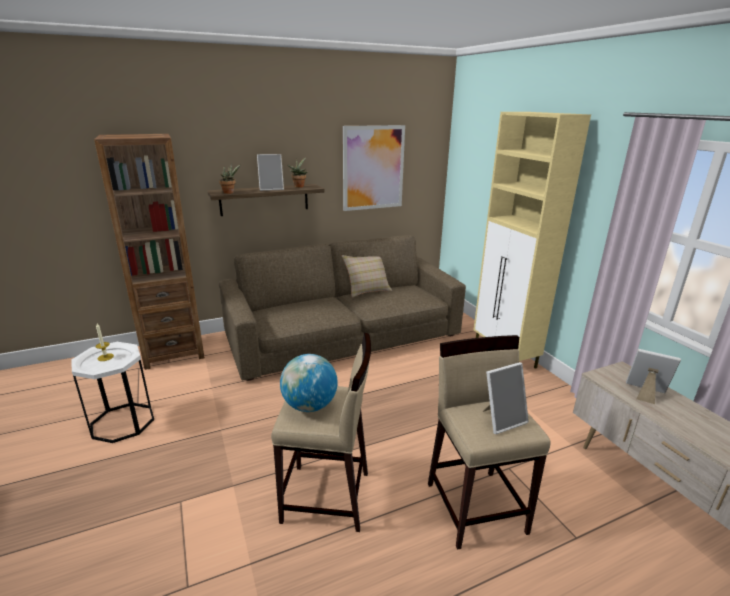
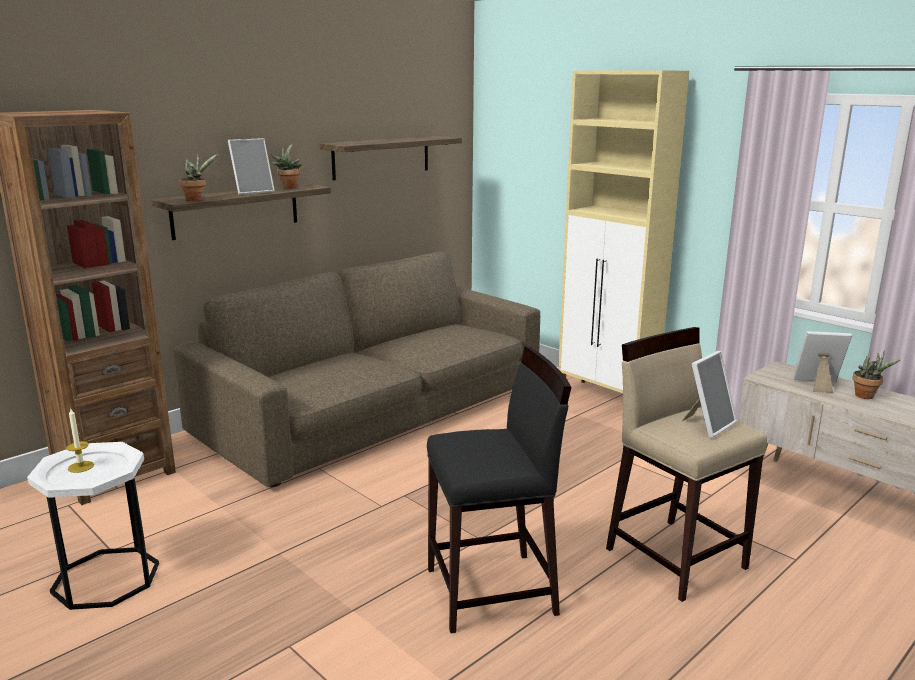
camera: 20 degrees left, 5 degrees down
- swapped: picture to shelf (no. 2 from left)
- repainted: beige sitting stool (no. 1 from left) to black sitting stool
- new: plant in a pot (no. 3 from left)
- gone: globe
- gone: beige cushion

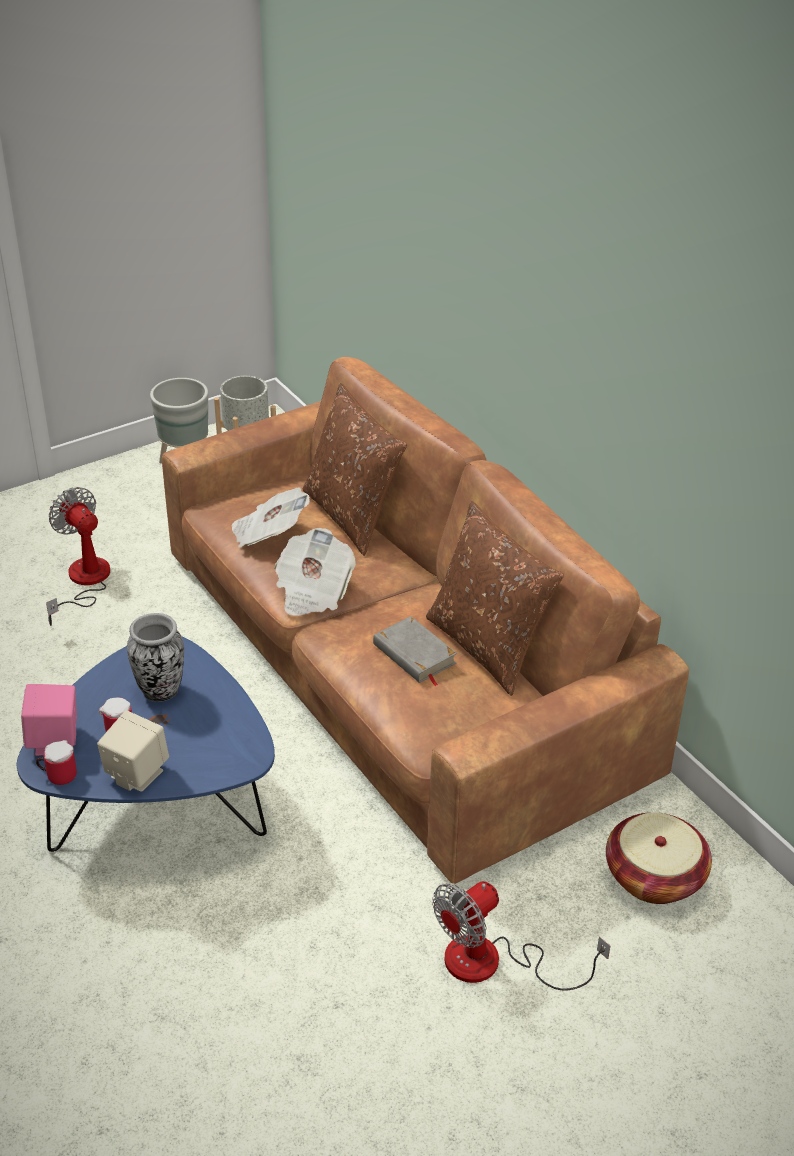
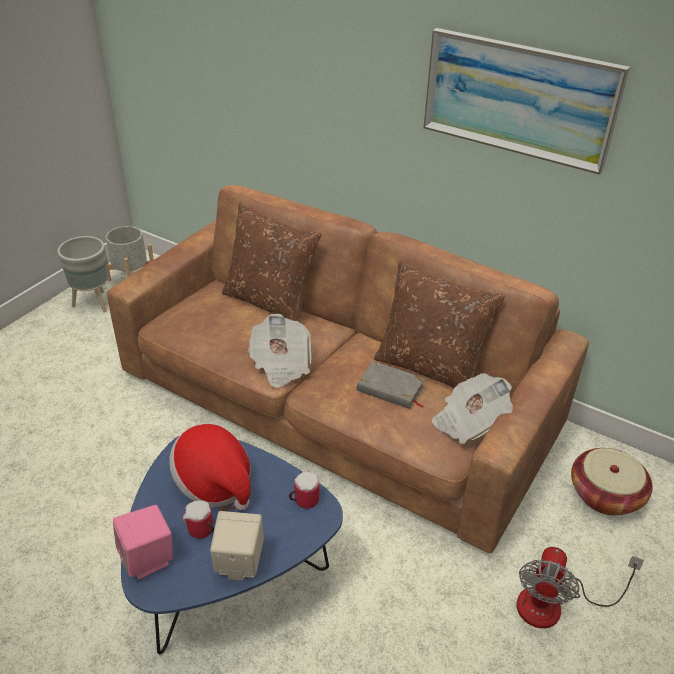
camera: 25 degrees left, 0 degrees up
- swapped: vase to wearable hat
- shifted: coffee mug (no. 1 from left in the first image) to coffee mug (no. 2 from left)
- new: picture
- shifted: daily paper (no. 1 from left in the first image) to daily paper (no. 2 from left)
- gone: electric fan (no. 1 from left)

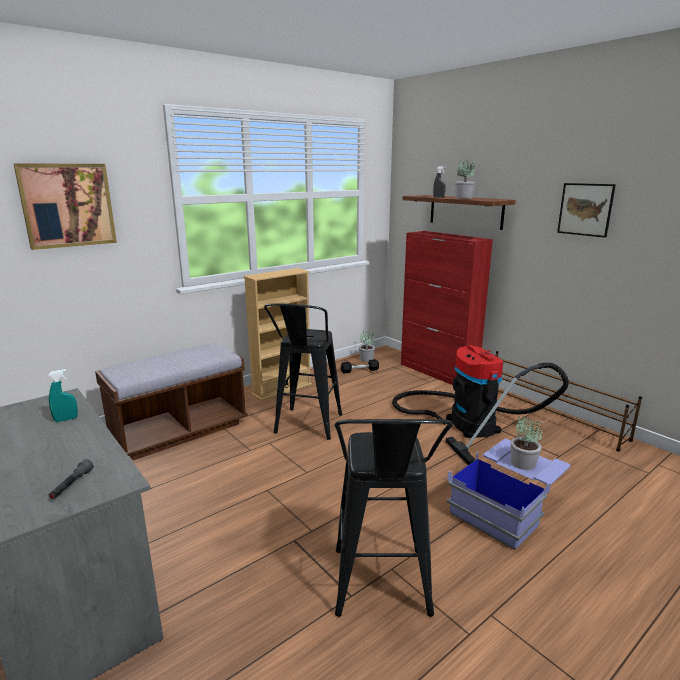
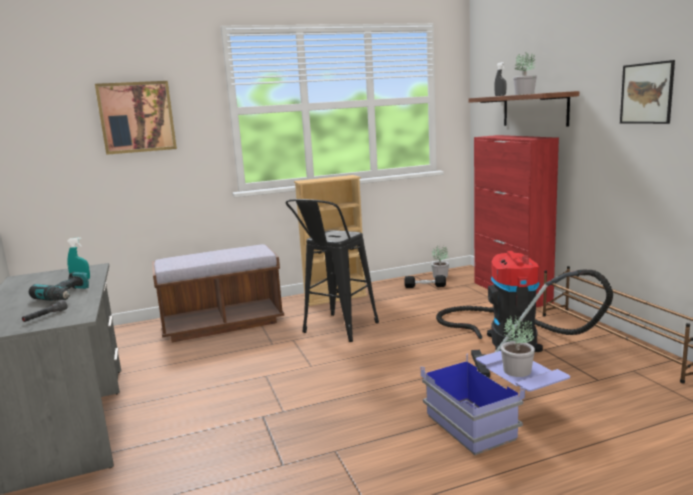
camera: 20 degrees right, 5 degrees down
- new: electric drill
- gone: black sitting stool (no. 2 from left)

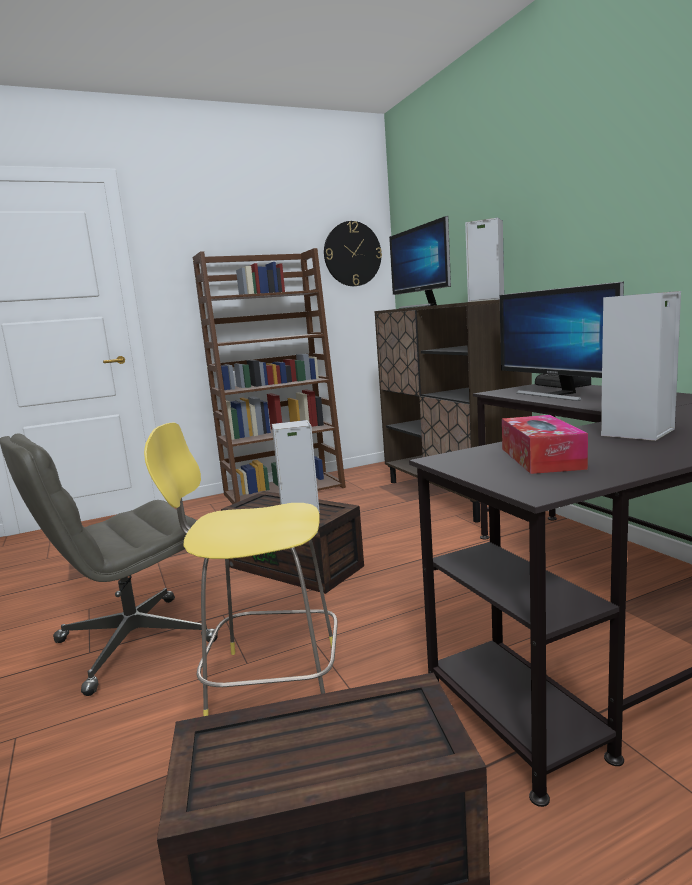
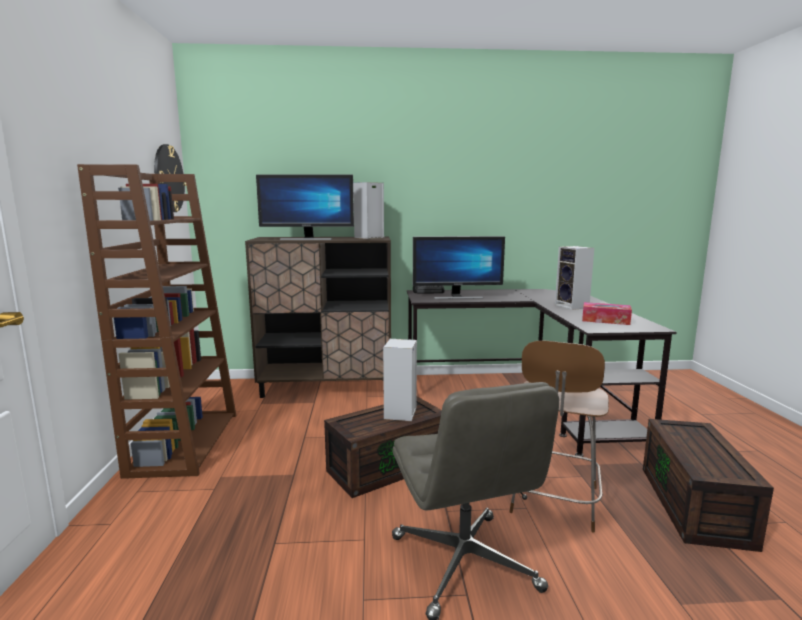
camera: 70 degrees left, 0 degrees up
- repainted: yellowish sitting stool to brownish sitting stool

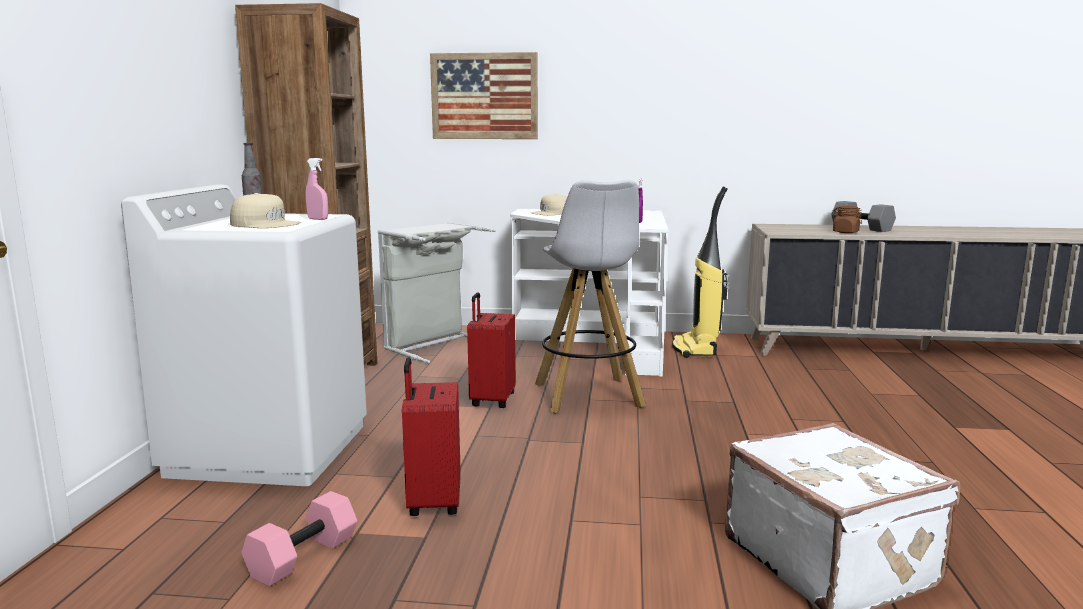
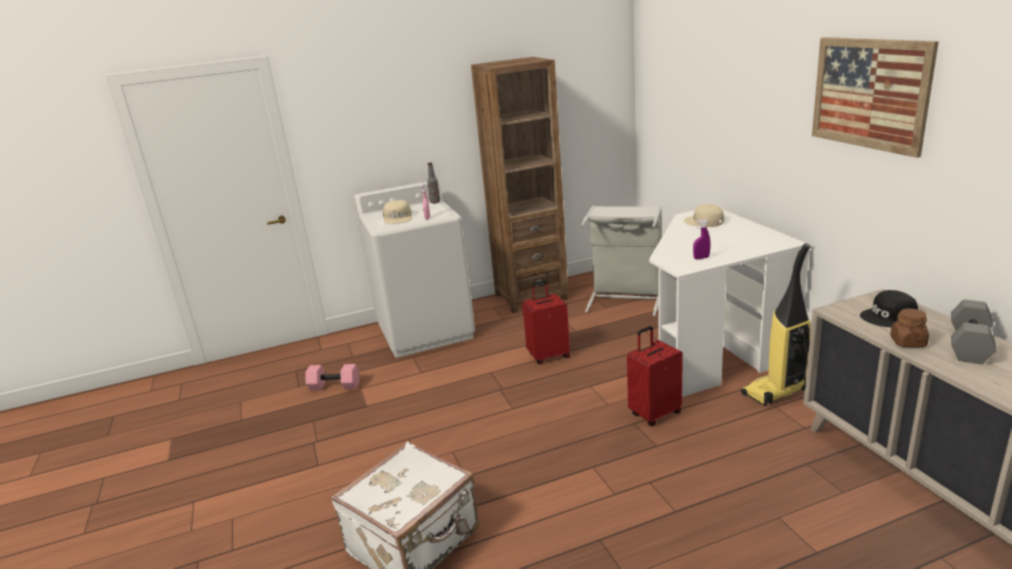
camera: 65 degrees right, 10 degrees up
- shifted: red-coloured travel case (no. 1 from left in the first image) to red-coloured travel case (no. 2 from left)
- shifted: picture
- new: black peaked cap
- gone: white sitting stool

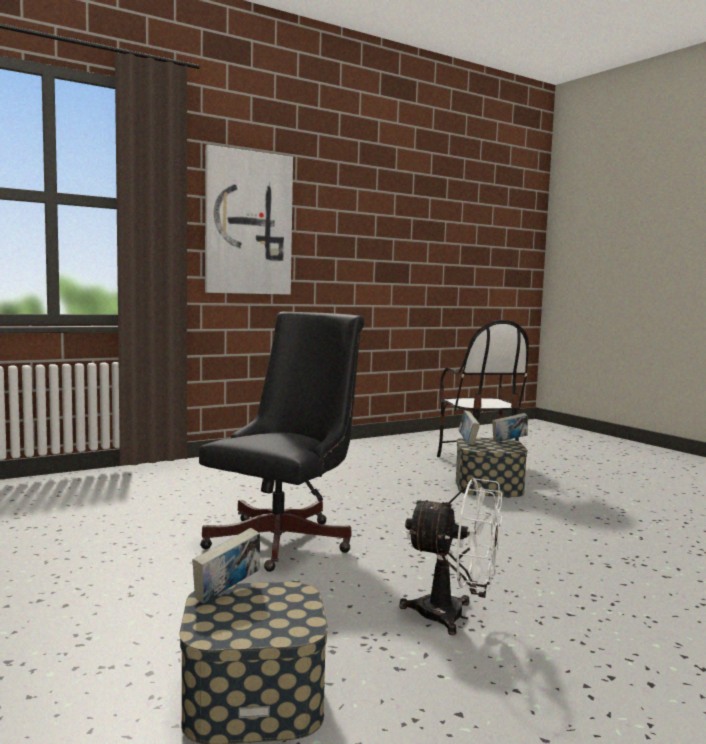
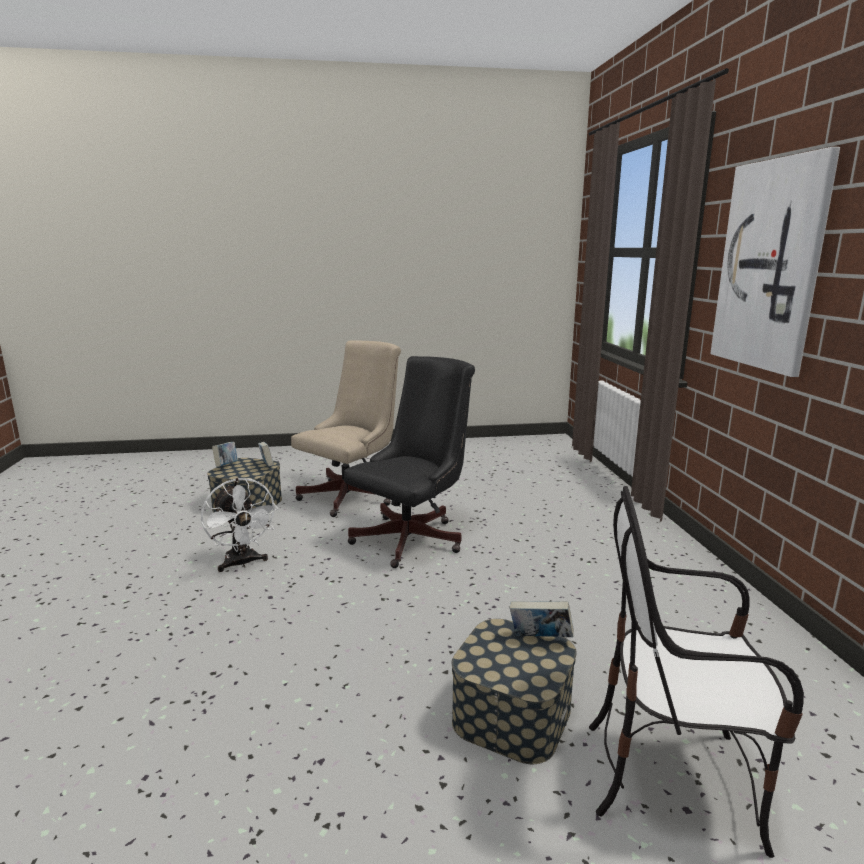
camera: 115 degrees right, 10 degrees up
- rotated: white electric fan 75 degrees counterclockwise
- shifted: bound book (no. 3 from left in the first image) to bound book (no. 1 from left)
- new: beige office chair
- rotated: black office chair 105 degrees counterclockwise

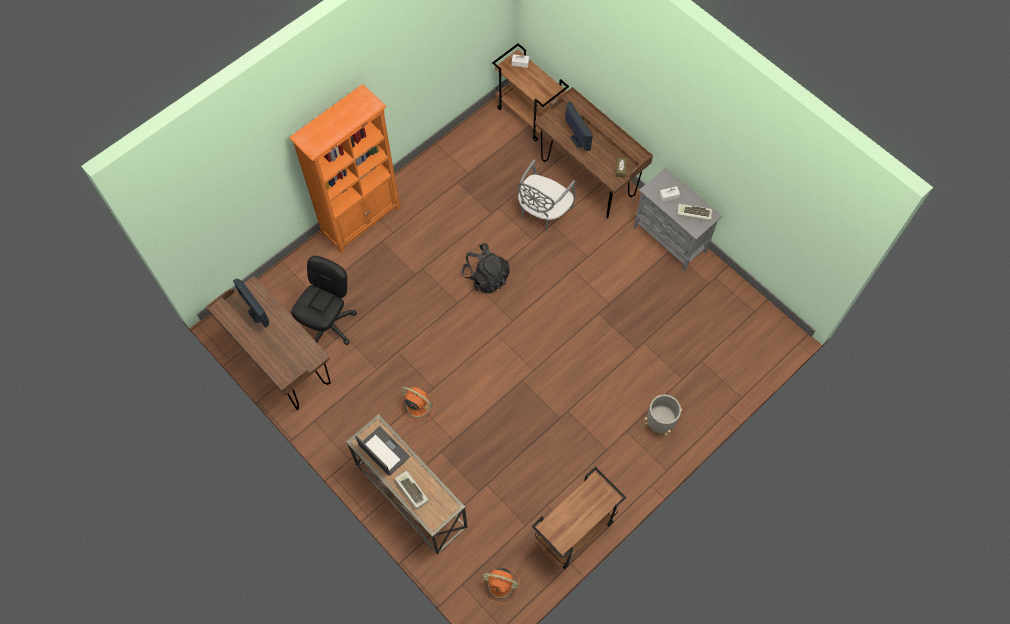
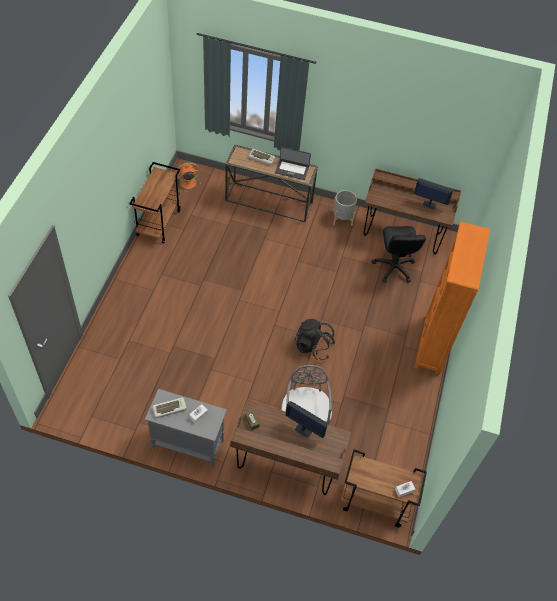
camera: 145 degrees right, 10 degrees down
- shifted: gray plant pot
- gone: orangey electric fan (no. 1 from left)

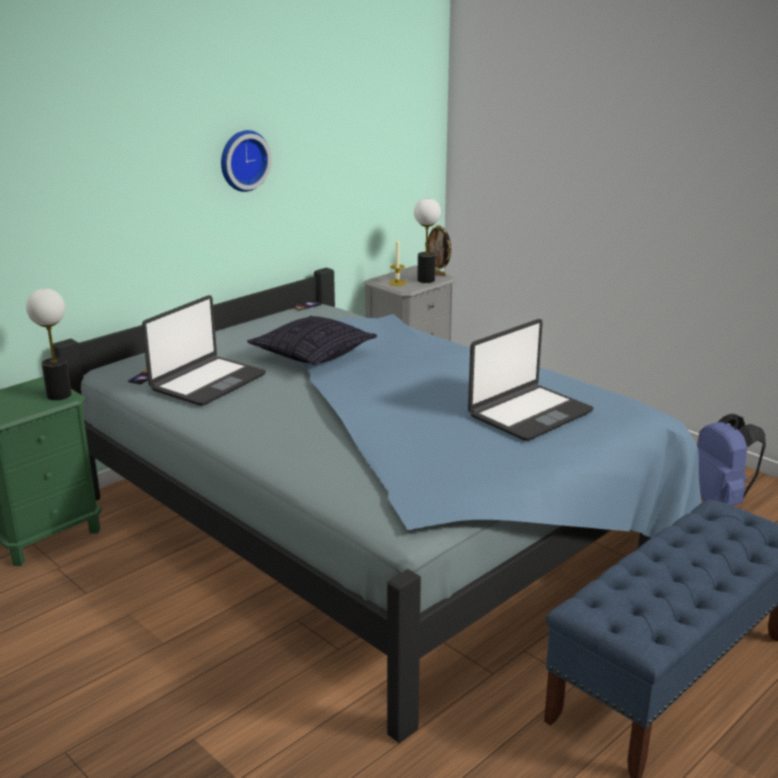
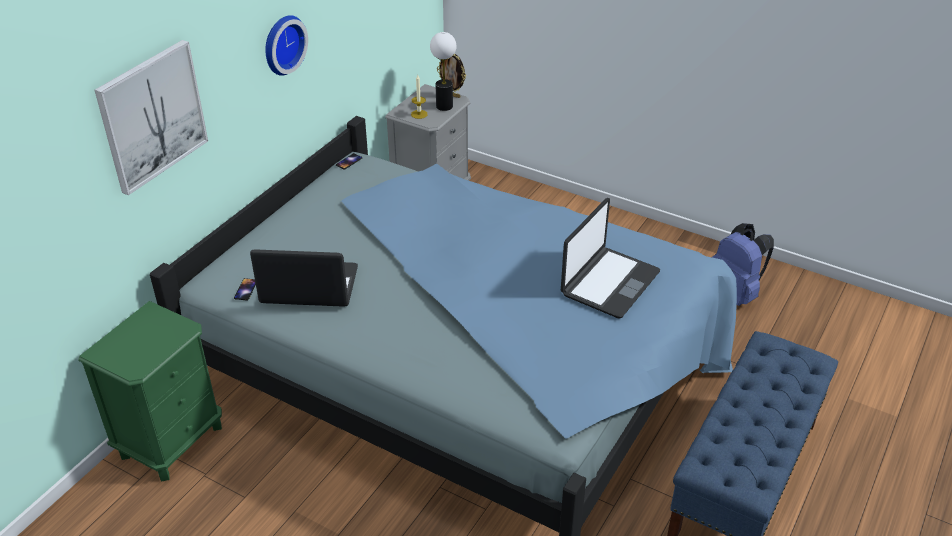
camera: 15 degrees left, 15 degrees up
- new: picture
- rotated: laptop (no. 1 from left) 105 degrees counterclockwise
- gone: table lamp (no. 1 from left)
- gone: cushion

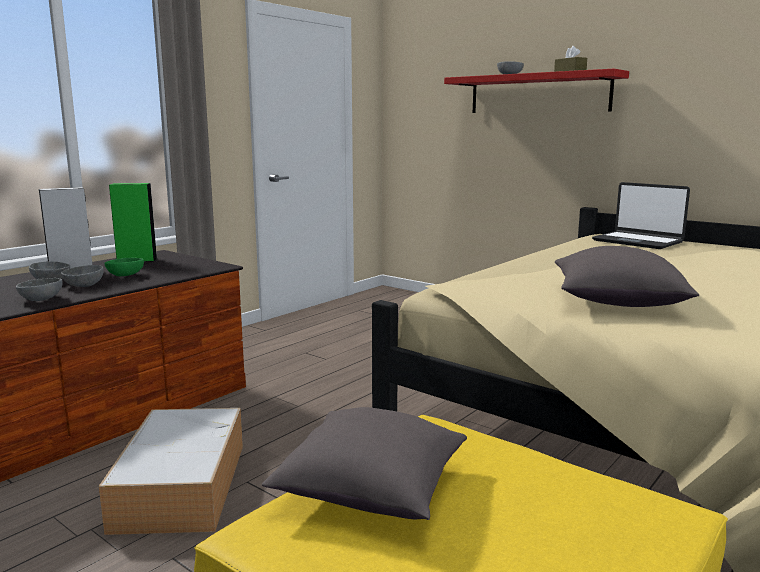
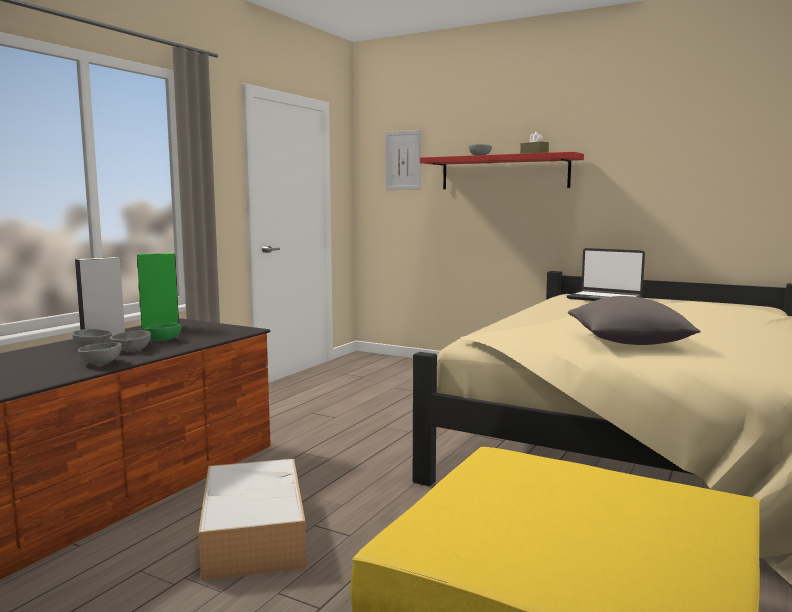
camera: 10 degrees left, 5 degrees down
- new: picture
- gone: gray cushion (no. 1 from left)

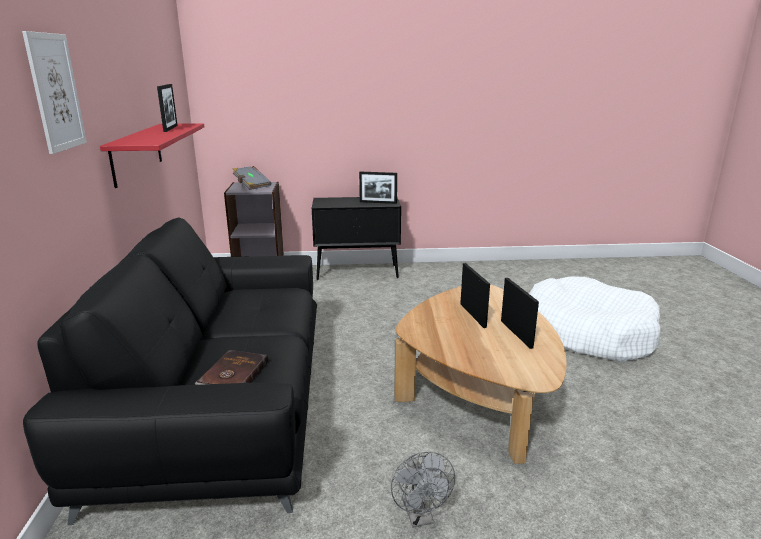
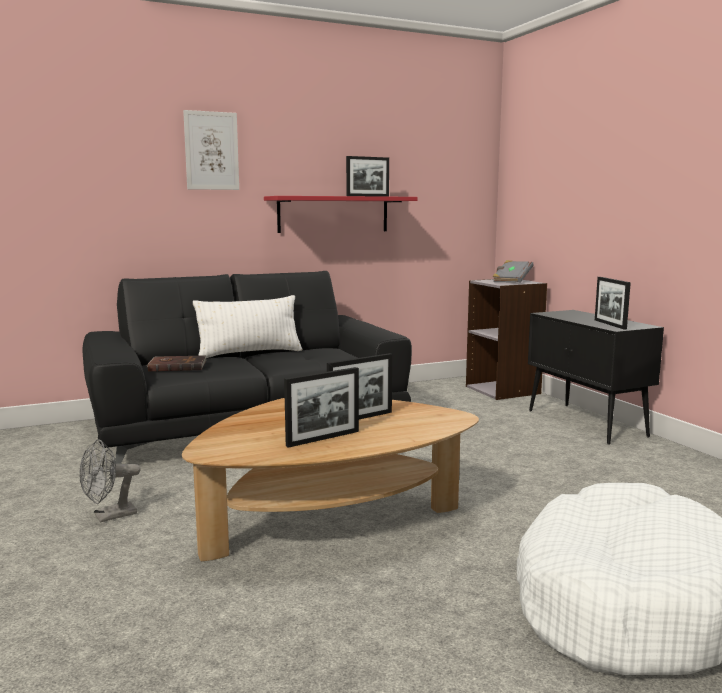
camera: 70 degrees right, 10 degrees down
- new: white cushion

